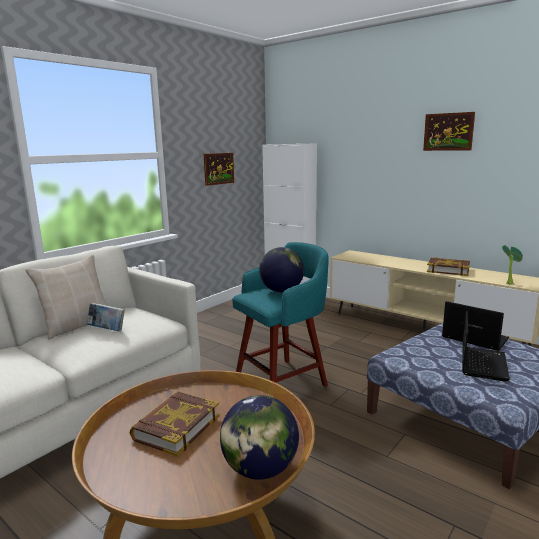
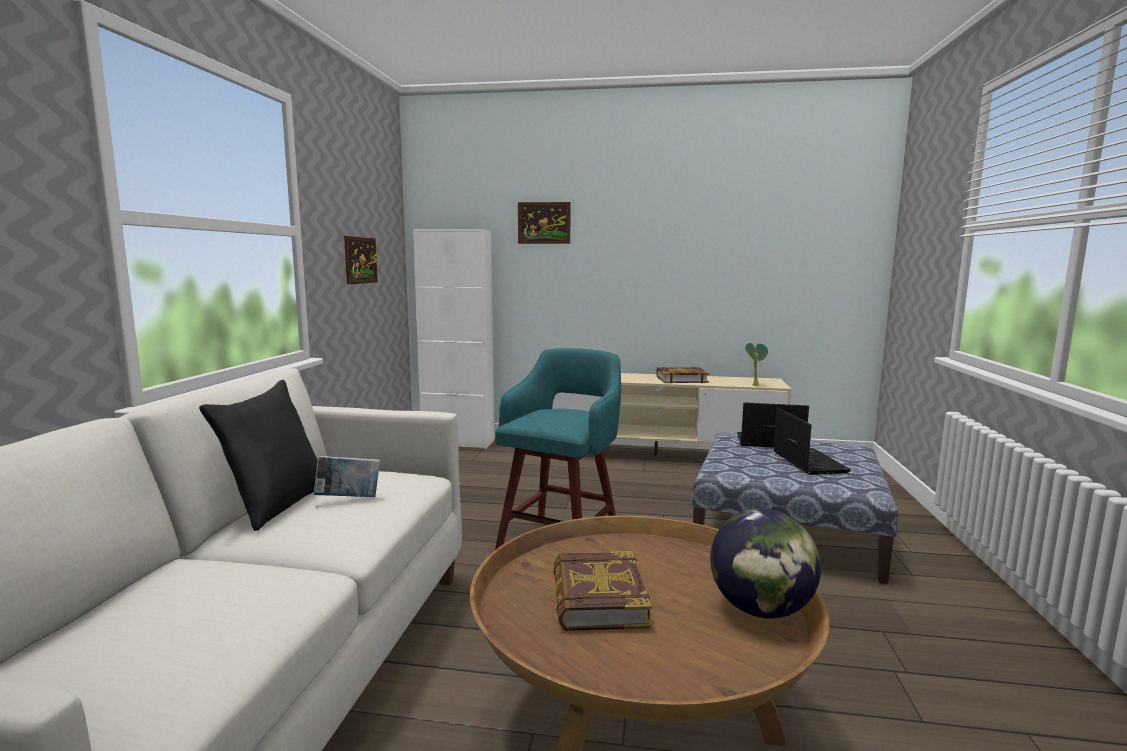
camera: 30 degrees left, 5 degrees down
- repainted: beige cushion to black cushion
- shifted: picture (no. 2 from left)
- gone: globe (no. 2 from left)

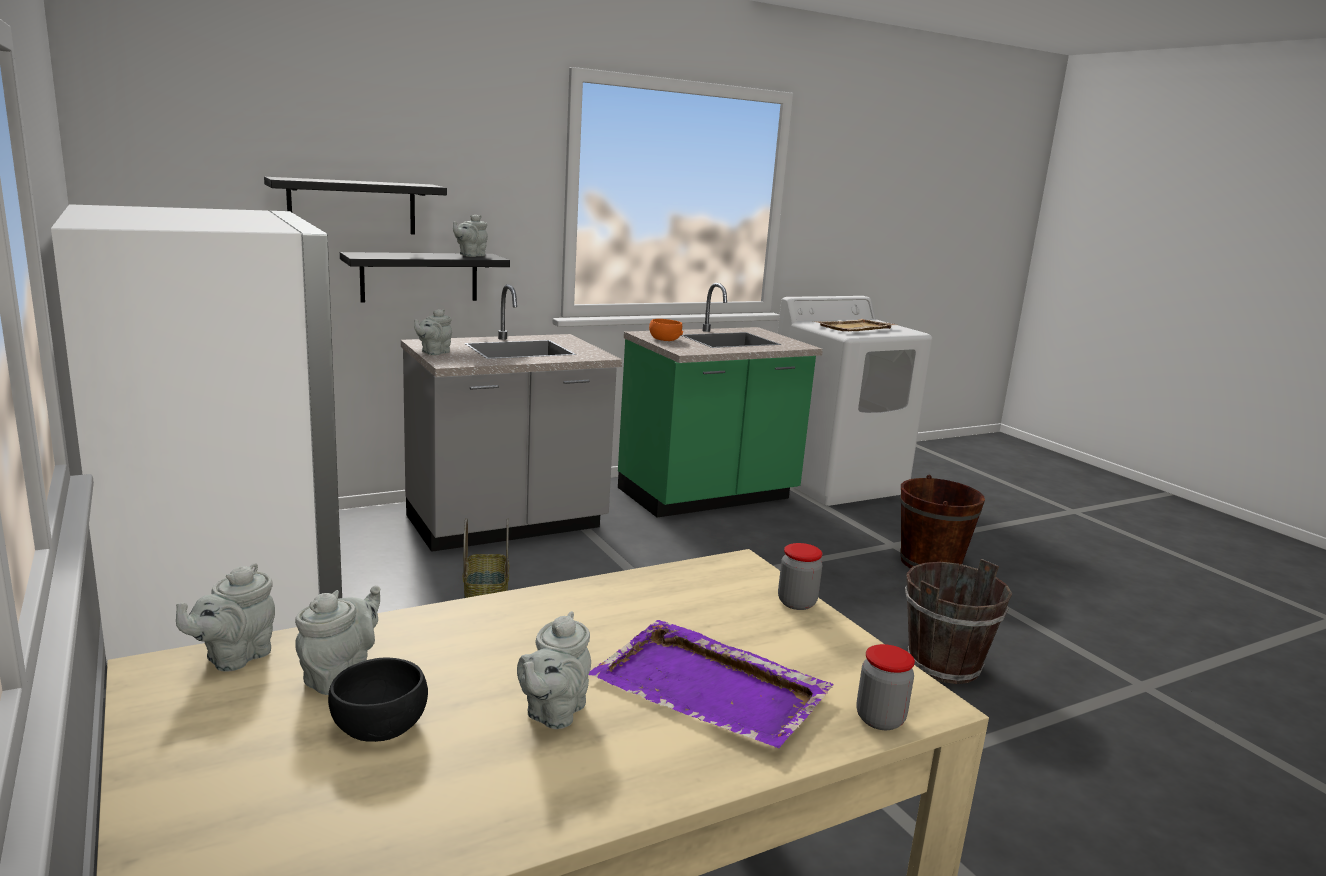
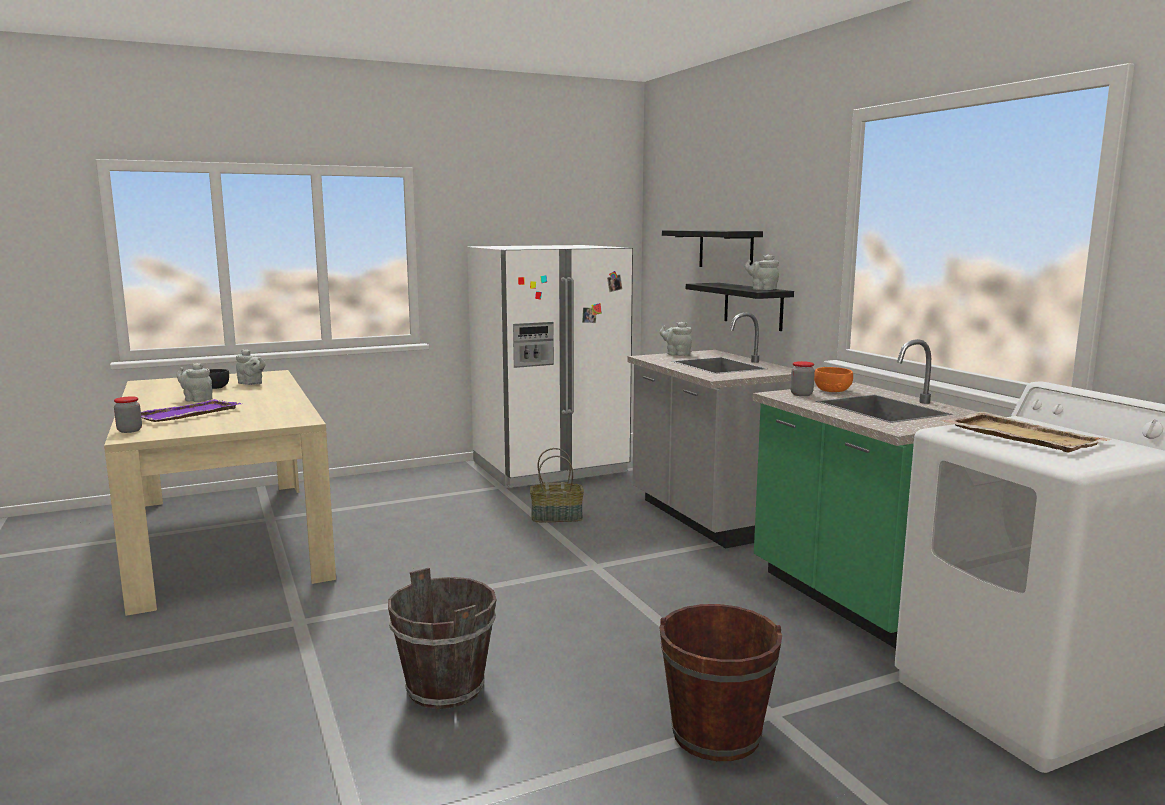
camera: 95 degrees right, 5 degrees down
- shifted: jar (no. 1 from left in the first image) to jar (no. 2 from left)
- gone: gray pot for tea (no. 1 from left)

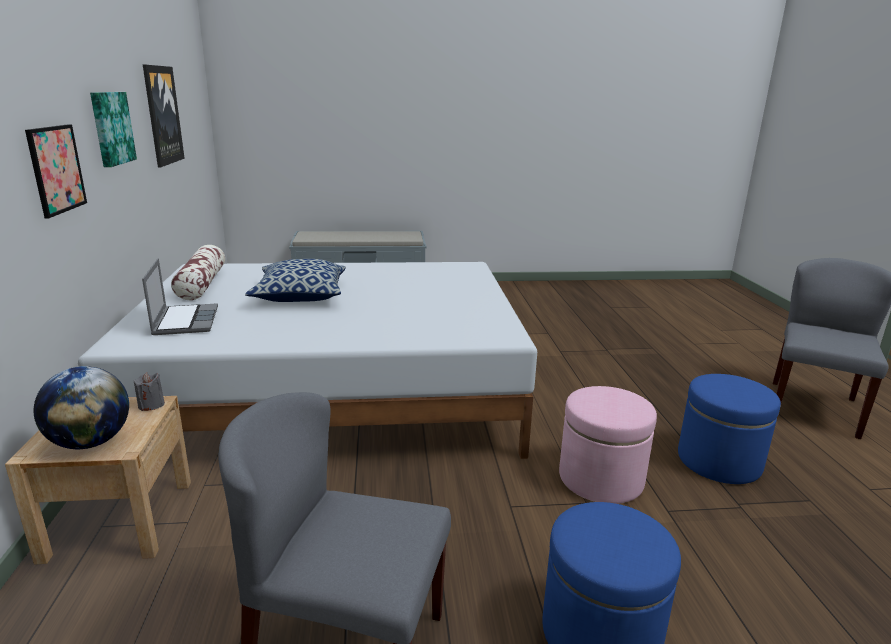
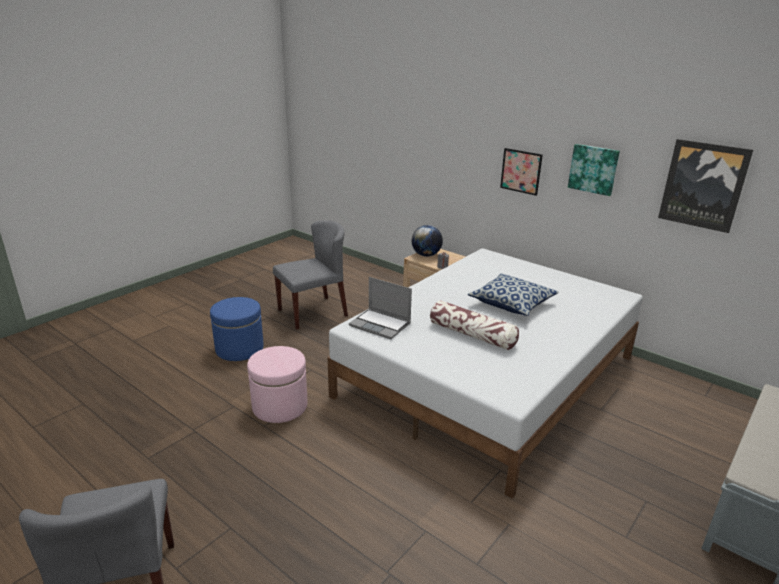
camera: 135 degrees right, 5 degrees up
- shifted: laptop
- shifted: cushion (no. 1 from left)
- gone: blue ottoman (no. 2 from left)

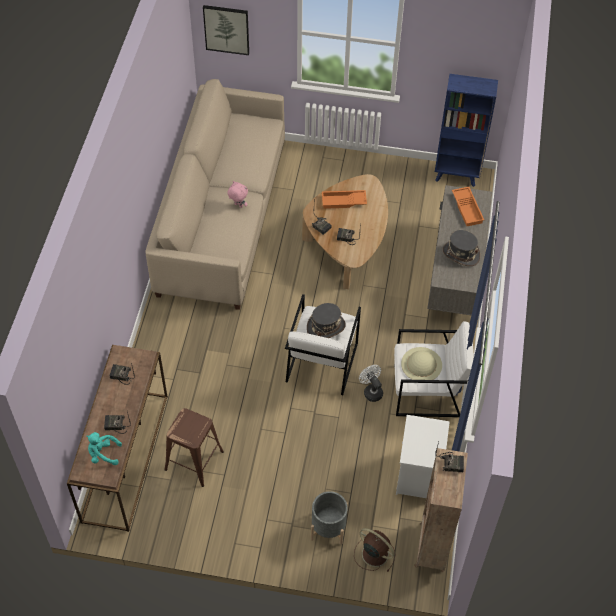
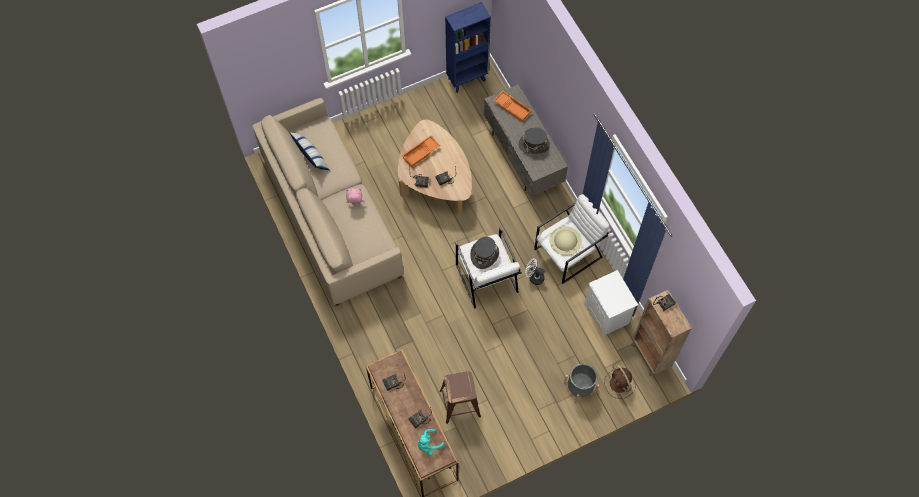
camera: 35 degrees left, 10 degrees up
- new: cushion
- rotated: brownish electric fan 120 degrees counterclockwise
- gone: picture

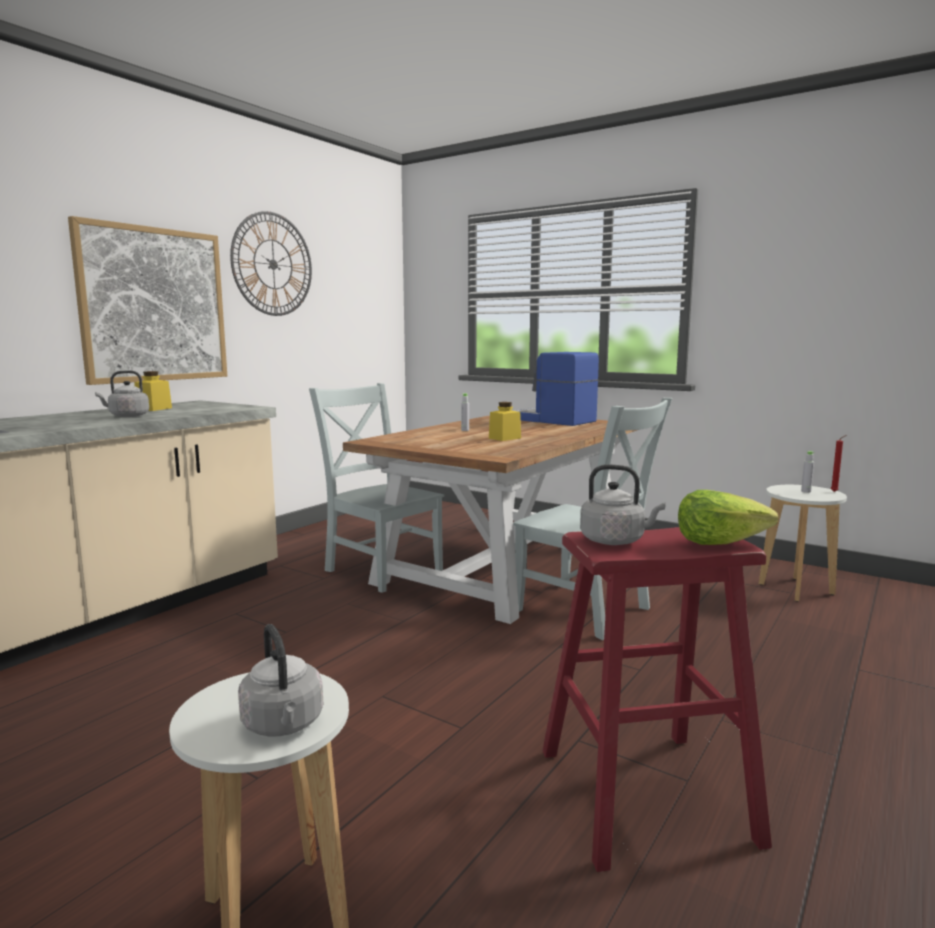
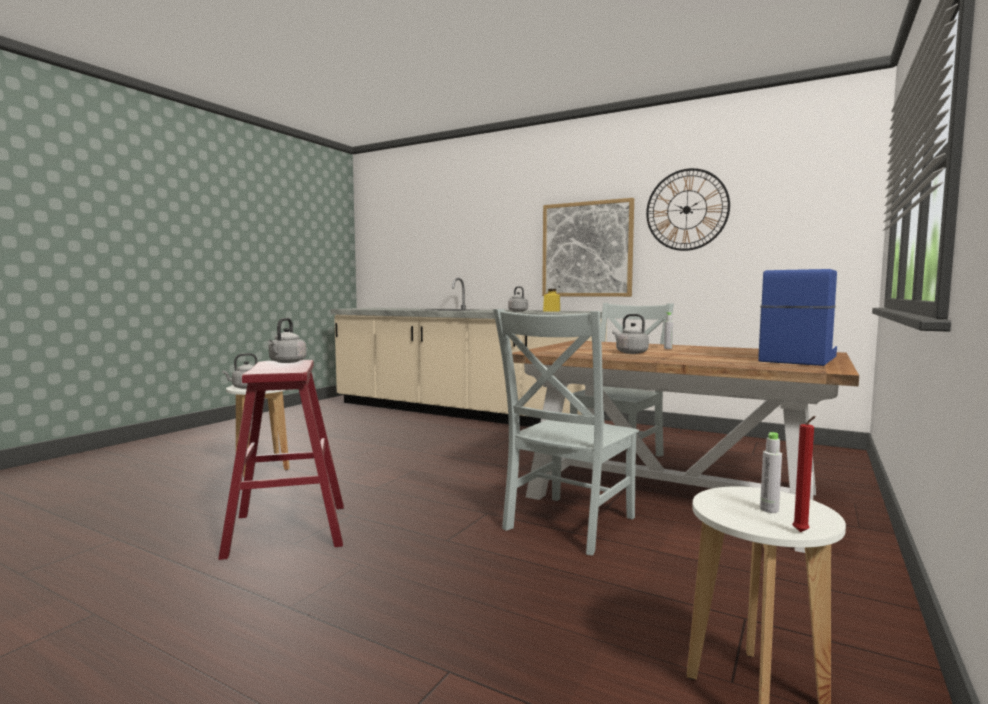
camera: 85 degrees right, 5 degrees down
- swapped: yellowish jar (no. 2 from left) to gray kettle (no. 4 from left)
- gone: lettuce

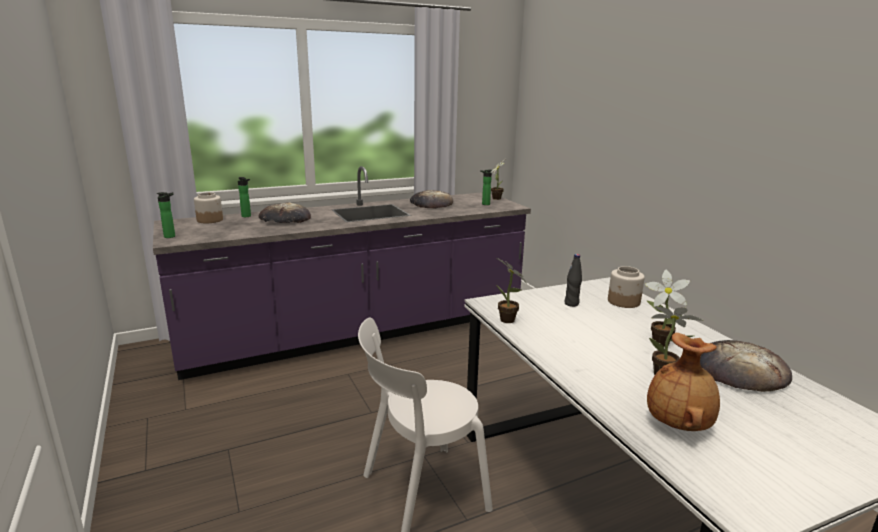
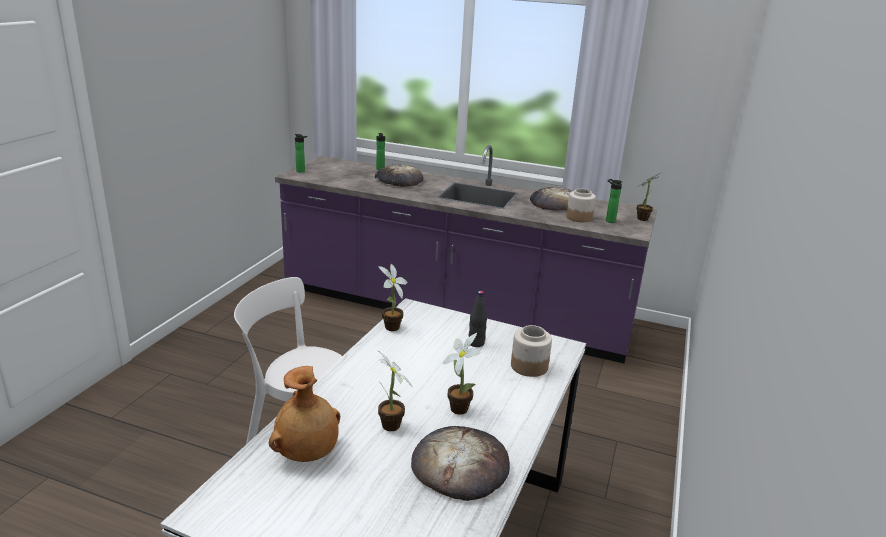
camera: 45 degrees right, 5 degrees up
- shifted: jar (no. 1 from left in the first image) to jar (no. 2 from left)

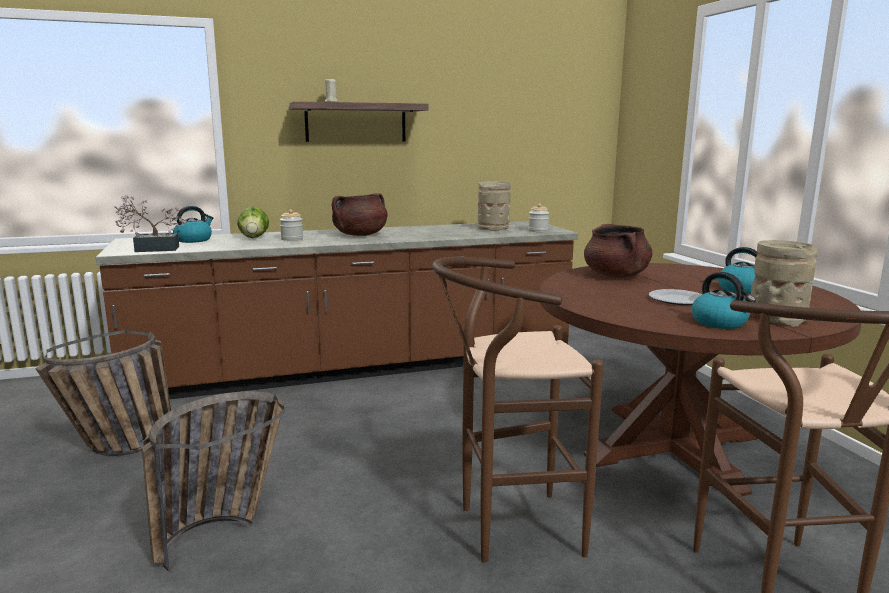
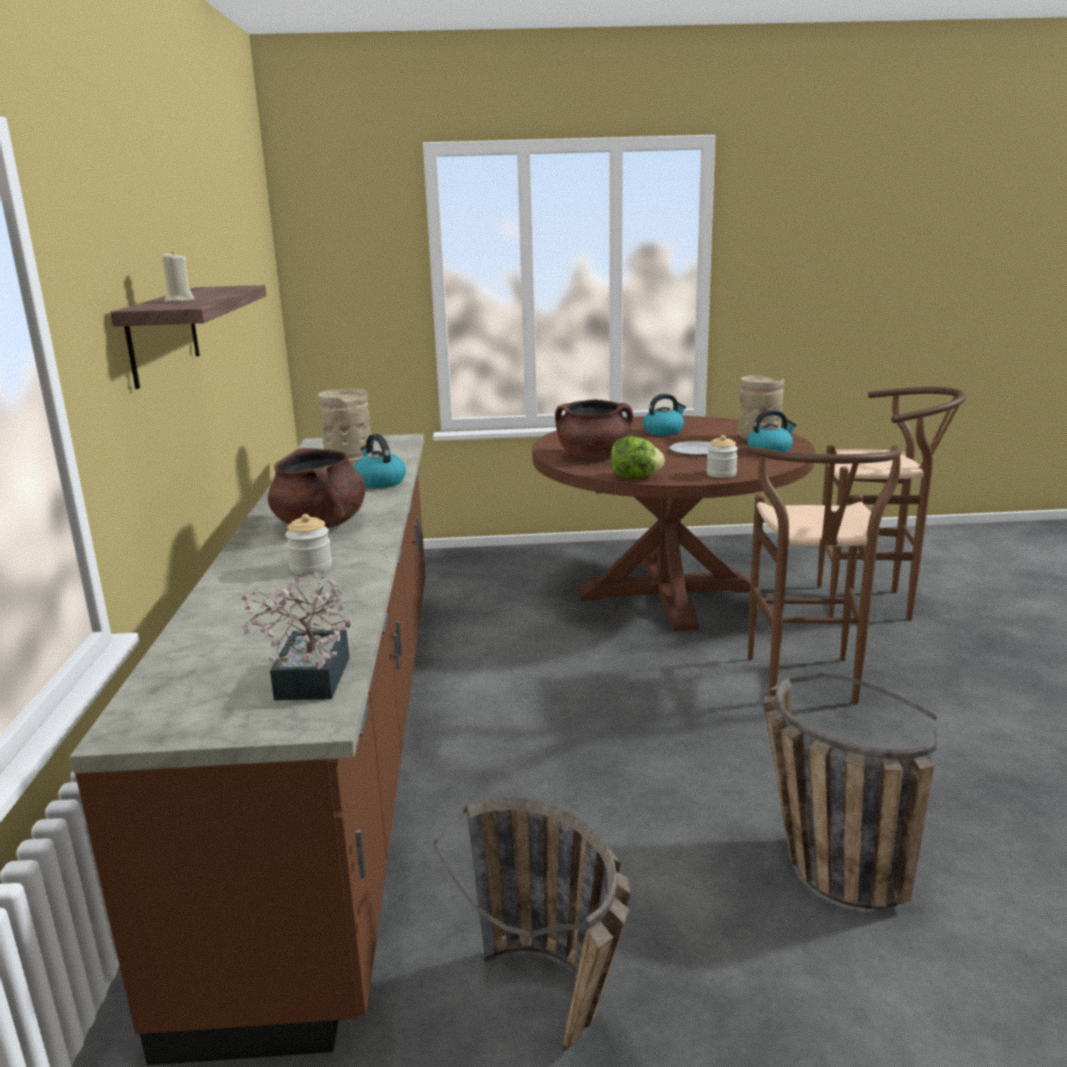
camera: 75 degrees left, 5 degrees up
- shifted: kettle (no. 1 from left)
- shifted: lettuce
- shifted: jar (no. 2 from left)

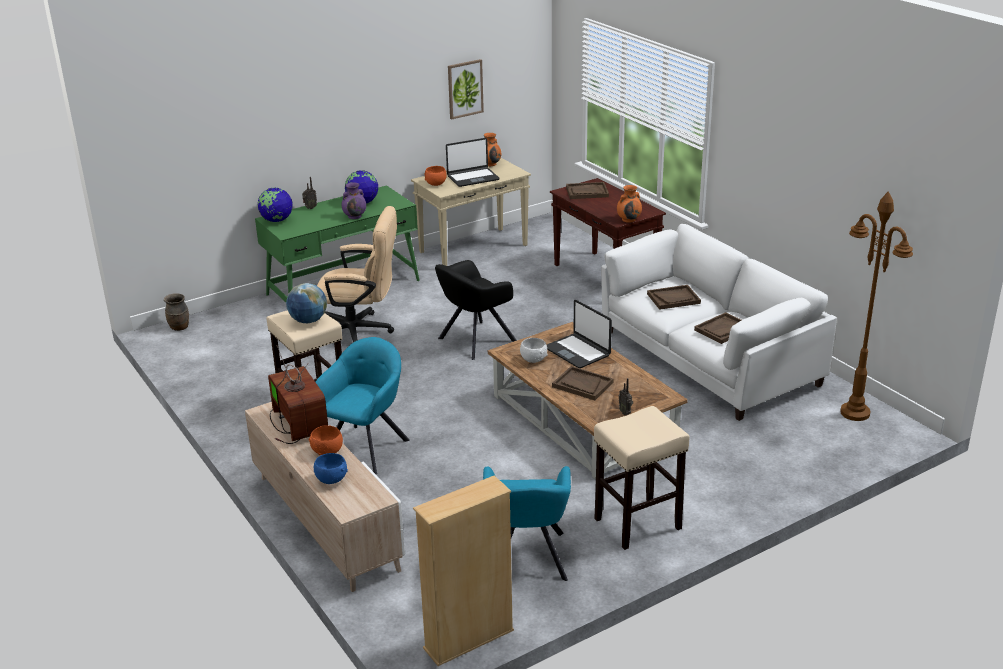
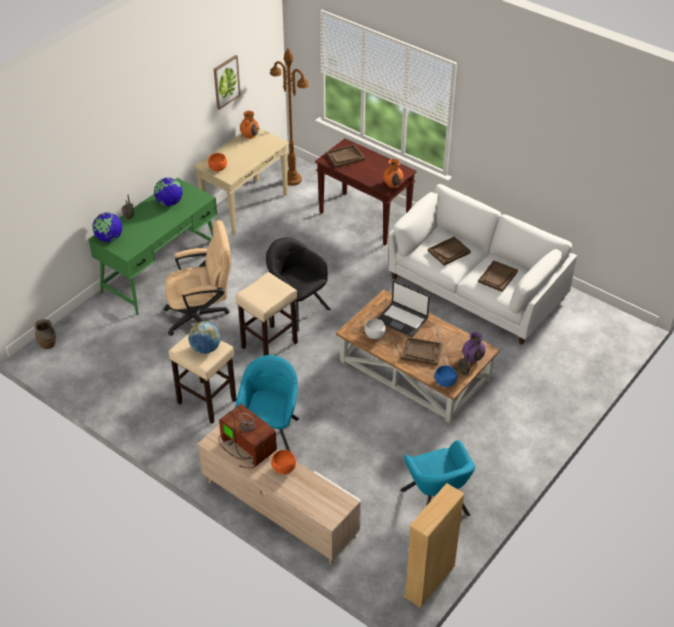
camera: 20 degrees left, 15 degrees up
- shifted: beige sitting stool (no. 2 from left)
- rotated: black easy chair 105 degrees clockwise
- shifted: brownish standing lamp
- shifted: blue deep dish
- shifted: purple-coloured vase
- gone: laptop (no. 1 from left)

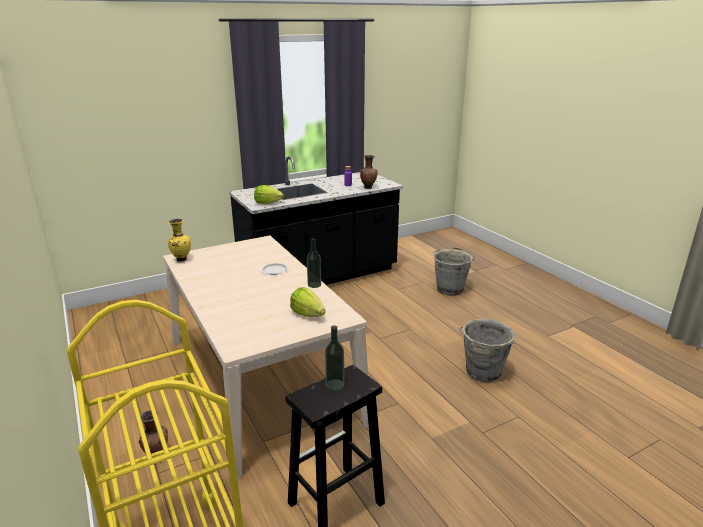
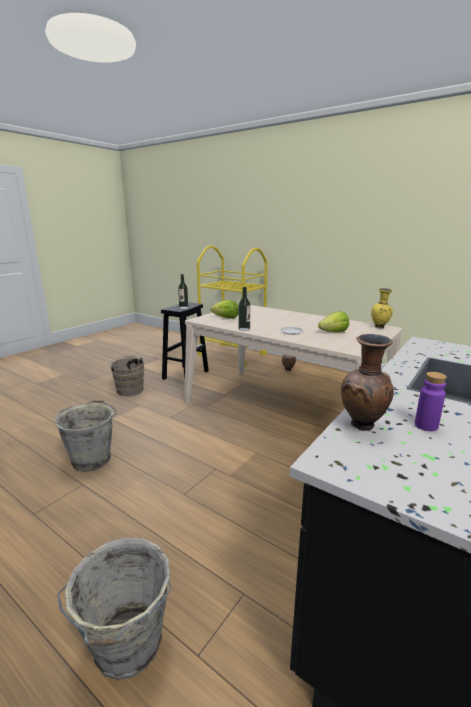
camera: 155 degrees right, 5 degrees down
- new: brownish bucket
- shifted: lettuce (no. 1 from left in the first image) to lettuce (no. 2 from left)

